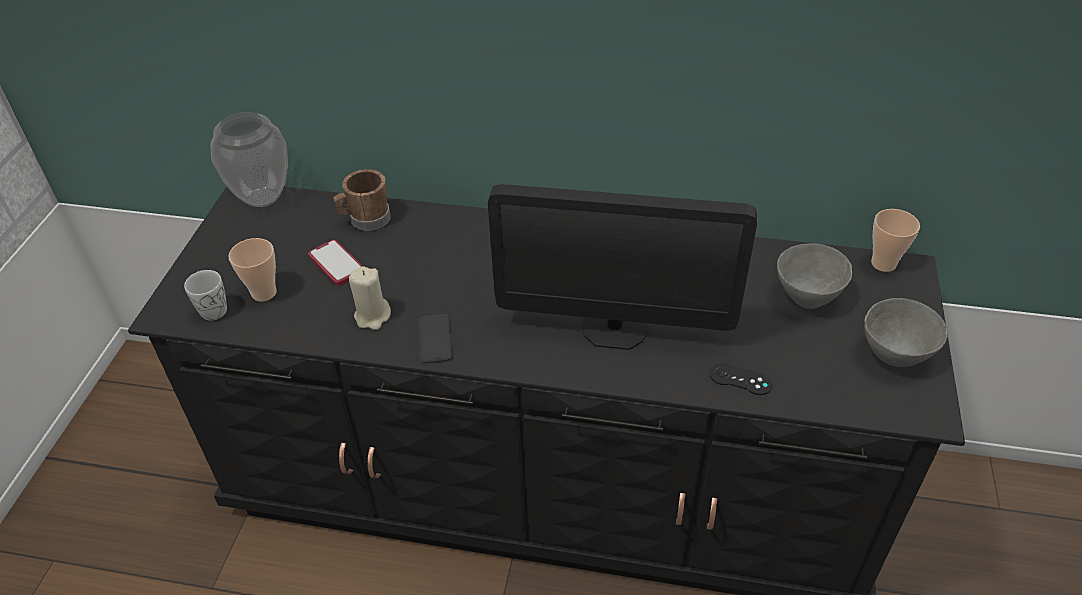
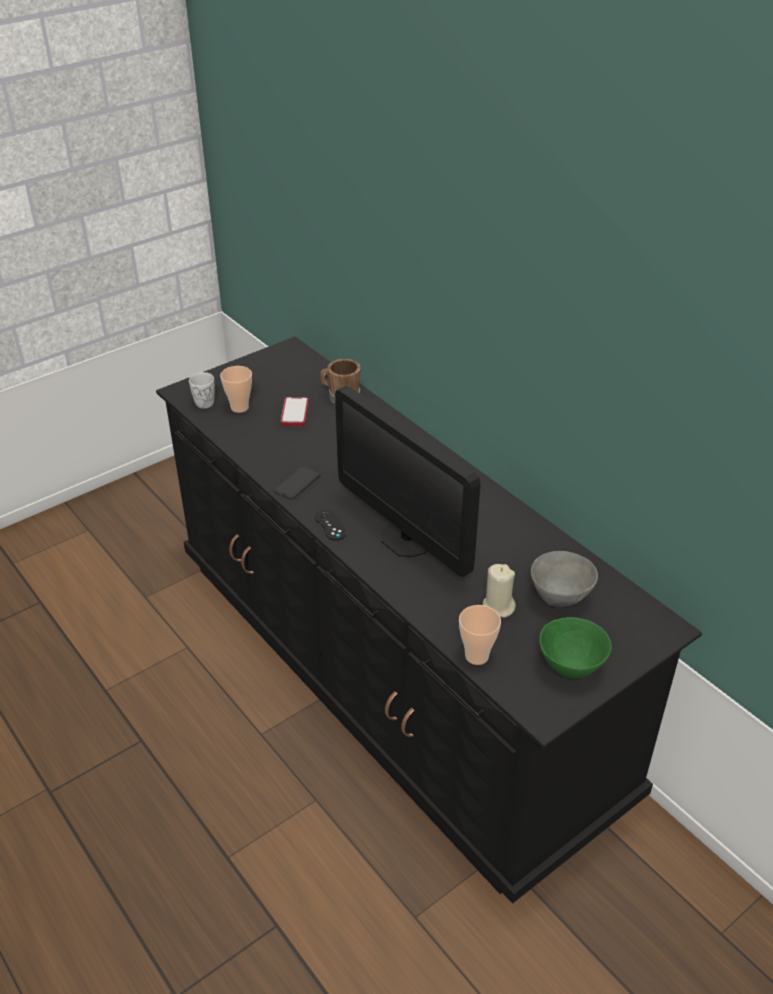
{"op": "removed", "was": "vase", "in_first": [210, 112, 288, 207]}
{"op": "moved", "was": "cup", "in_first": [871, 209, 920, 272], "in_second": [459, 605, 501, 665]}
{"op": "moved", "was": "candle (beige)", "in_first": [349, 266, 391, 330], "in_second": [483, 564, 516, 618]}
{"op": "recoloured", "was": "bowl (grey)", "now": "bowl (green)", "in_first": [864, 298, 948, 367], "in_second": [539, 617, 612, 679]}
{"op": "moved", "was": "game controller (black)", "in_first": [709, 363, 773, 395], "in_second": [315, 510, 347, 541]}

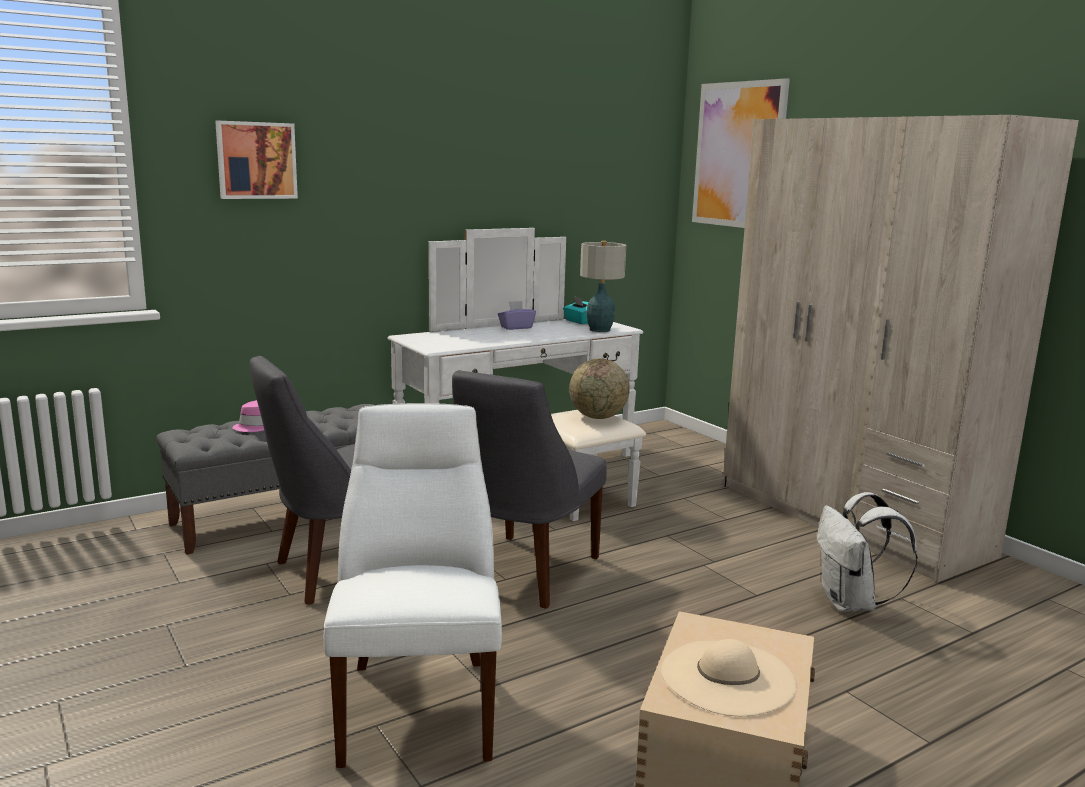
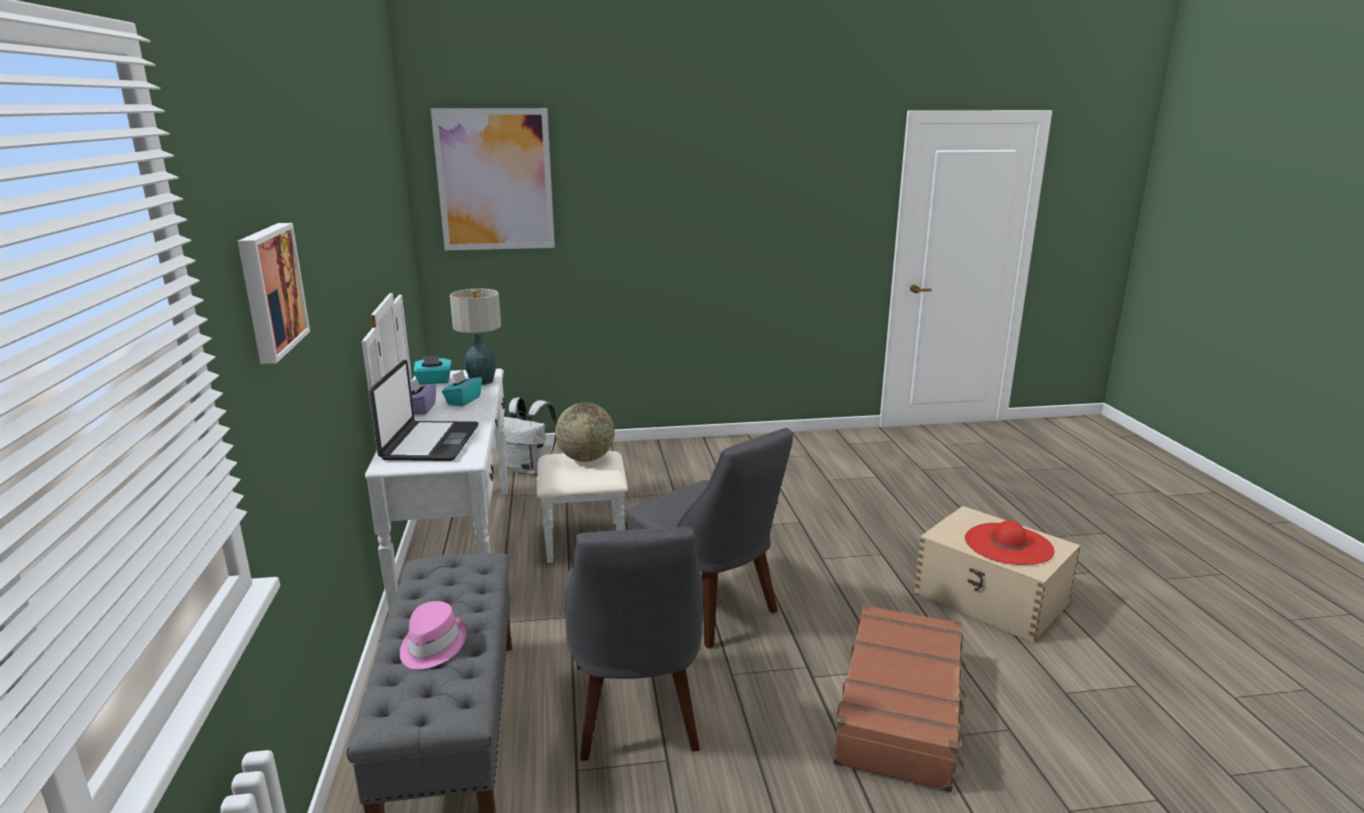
{"op": "removed", "was": "wardrobe (beige)", "in_first": [723, 115, 1079, 582]}
{"op": "replaced", "was": "chair (white)", "now": "suitcase (brown)", "in_first": [324, 403, 502, 768], "in_second": [833, 604, 966, 792]}
{"op": "moved", "was": "backpack (white)", "in_first": [817, 492, 918, 612], "in_second": [494, 398, 557, 474]}
{"op": "recoloured", "was": "hat (beige)", "now": "hat (red)", "in_first": [661, 639, 797, 716], "in_second": [965, 520, 1054, 565]}
{"op": "added", "now": "laptop", "in_second": [369, 360, 479, 461]}
{"op": "added", "now": "tissue box (turquoise)", "in_second": [442, 370, 482, 406]}

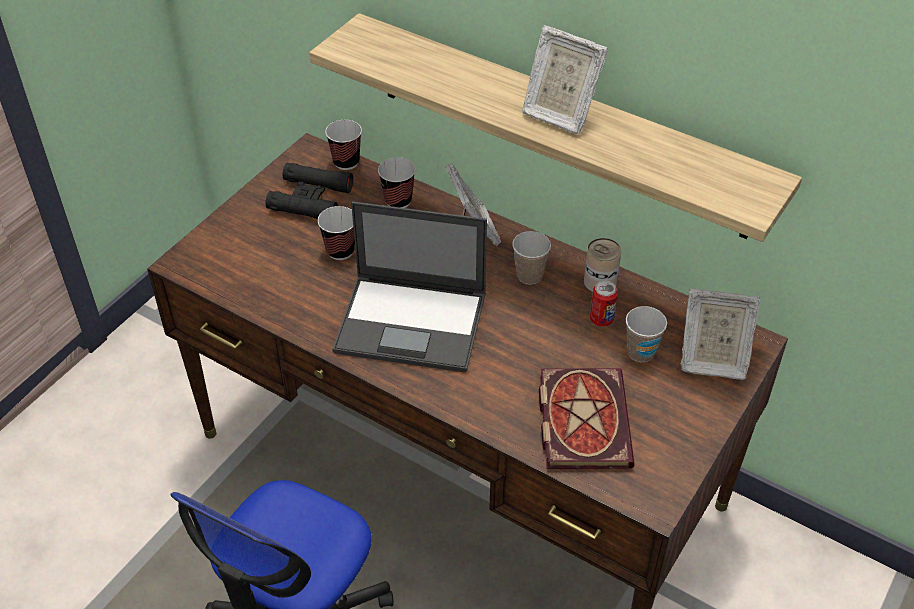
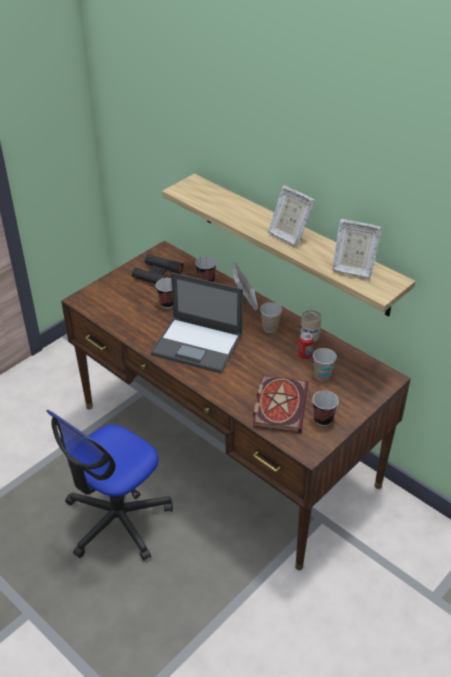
{"op": "moved", "was": "cup", "in_first": [325, 120, 362, 170], "in_second": [313, 391, 339, 426]}
{"op": "moved", "was": "picture frame", "in_first": [681, 288, 760, 380], "in_second": [333, 219, 381, 279]}

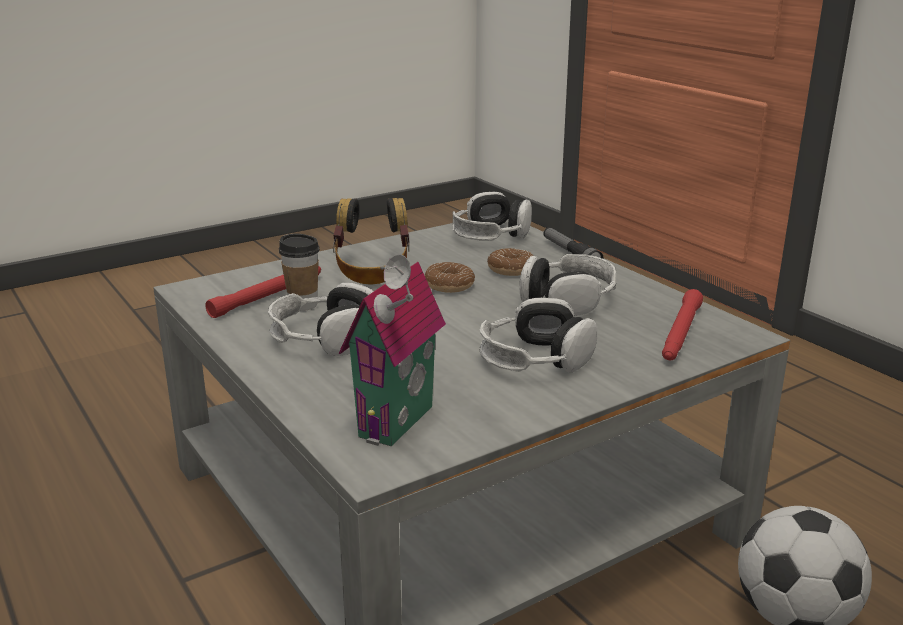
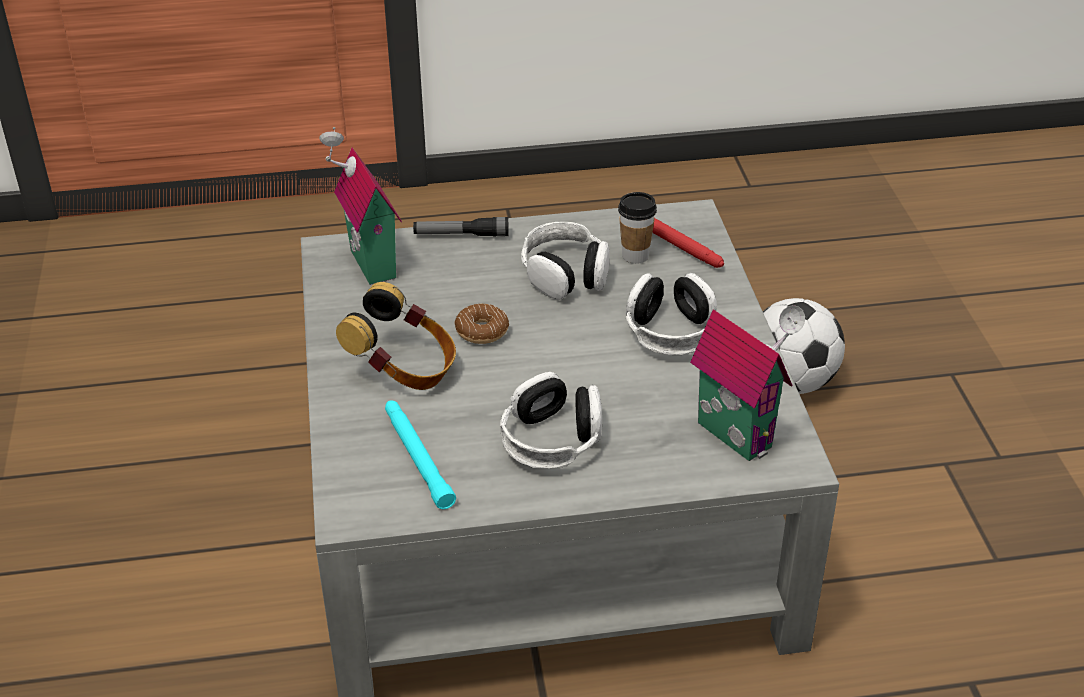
{"op": "replaced", "was": "headphones", "now": "toy house", "in_first": [453, 192, 532, 240], "in_second": [319, 127, 402, 285]}
{"op": "moved", "was": "cup", "in_first": [279, 234, 320, 311], "in_second": [618, 192, 657, 264]}
{"op": "removed", "was": "donut", "in_first": [487, 248, 534, 276]}
{"op": "recoloured", "was": "flashlight (red)", "now": "flashlight (turquoise)", "in_first": [205, 266, 321, 318], "in_second": [385, 400, 456, 509]}

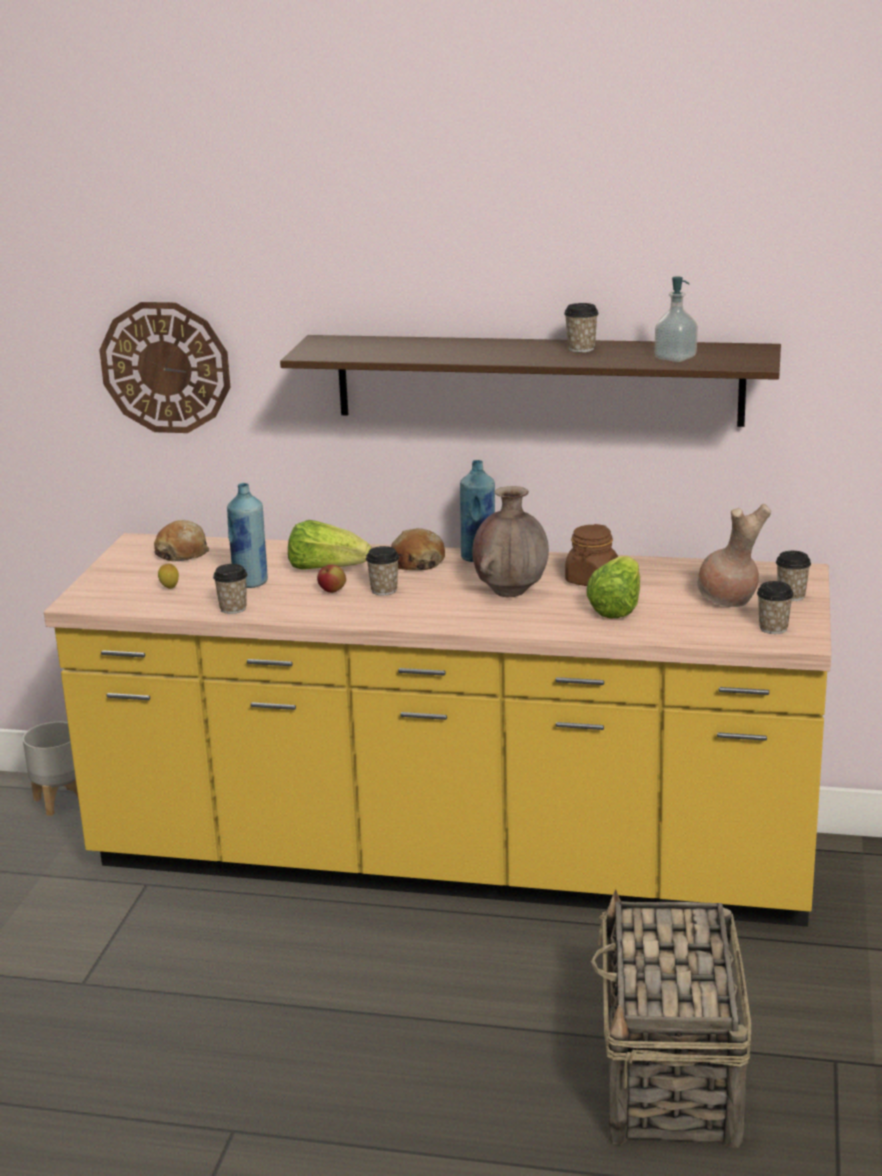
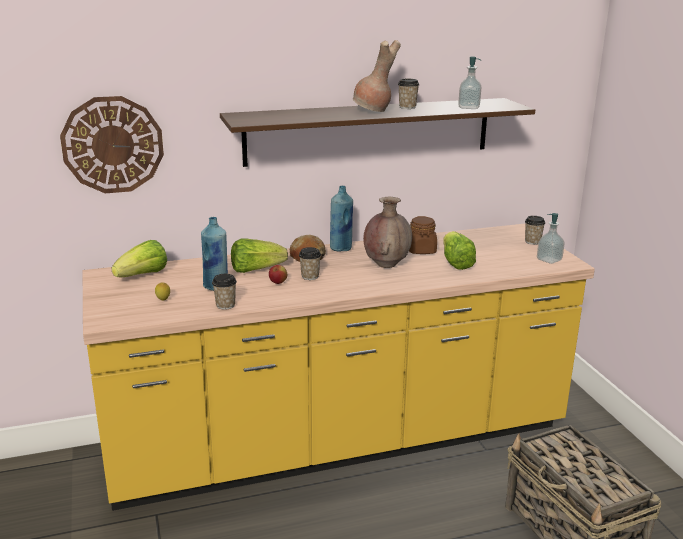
{"op": "moved", "was": "vase (brown)", "in_first": [697, 504, 771, 607], "in_second": [353, 40, 401, 112]}
{"op": "replaced", "was": "bread", "now": "lettuce", "in_first": [154, 520, 210, 561], "in_second": [111, 240, 167, 277]}
{"op": "replaced", "was": "cup", "now": "soap dispenser", "in_first": [757, 581, 794, 634], "in_second": [537, 213, 565, 264]}
{"op": "removed", "was": "planter (grey)", "in_first": [23, 722, 78, 816]}

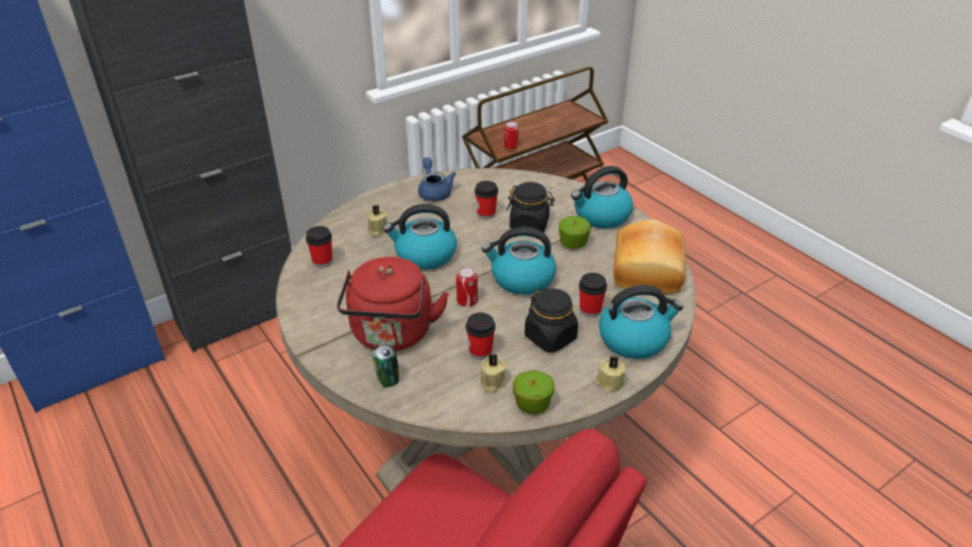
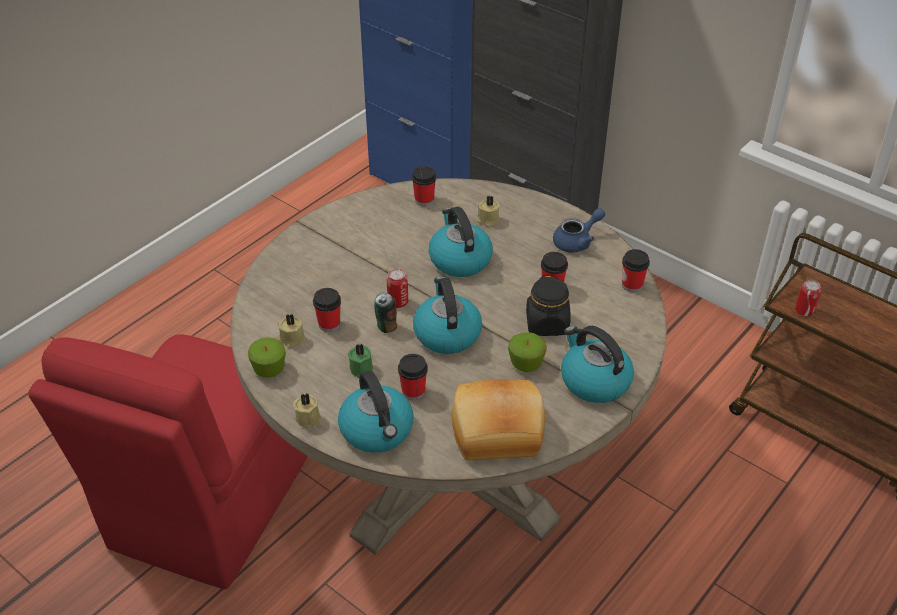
{"op": "removed", "was": "kettle (red)", "in_first": [337, 257, 449, 351]}
{"op": "replaced", "was": "jar (black)", "now": "candle (green)", "in_first": [525, 287, 578, 353], "in_second": [348, 344, 373, 378]}
{"op": "moved", "was": "can", "in_first": [372, 345, 399, 388], "in_second": [374, 293, 397, 333]}
{"op": "added", "now": "cup", "in_second": [622, 249, 650, 292]}

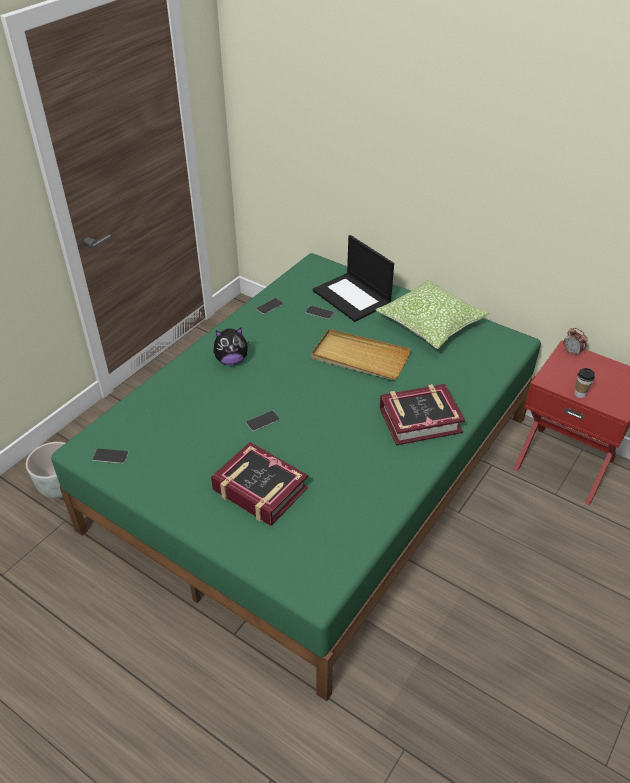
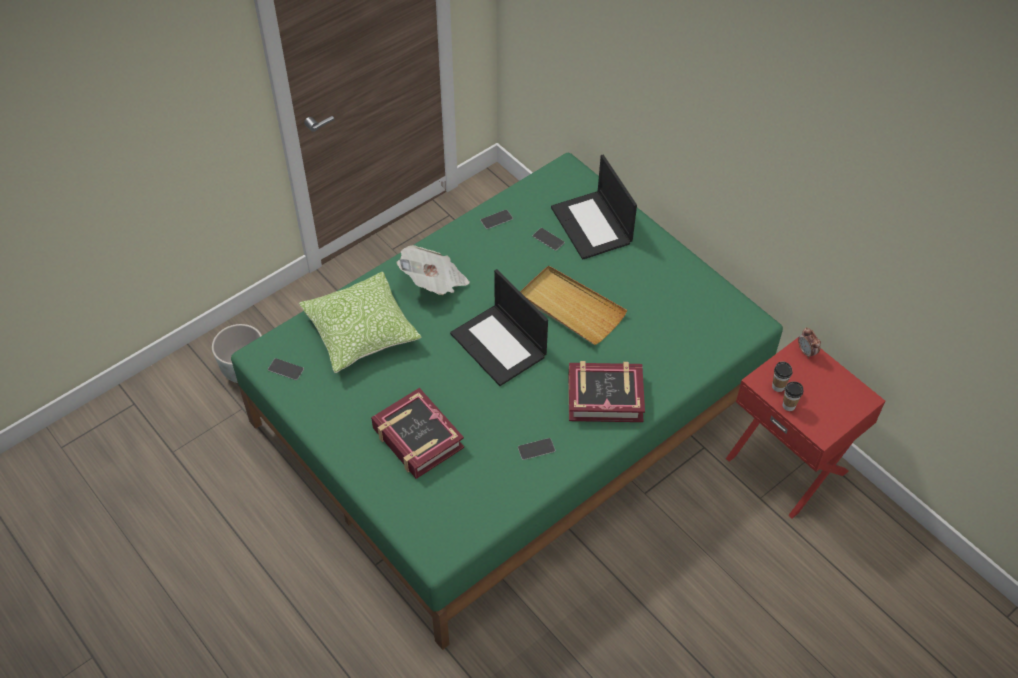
{"op": "moved", "was": "pillow", "in_first": [376, 279, 489, 349], "in_second": [299, 272, 421, 373]}
{"op": "replaced", "was": "plush toy", "now": "newspaper", "in_first": [214, 327, 249, 365], "in_second": [396, 245, 470, 295]}
{"op": "moved", "was": "phone", "in_first": [246, 410, 280, 431], "in_second": [518, 438, 556, 460]}
{"op": "added", "now": "laptop", "in_second": [450, 269, 548, 386]}
{"op": "added", "now": "cup", "in_second": [772, 362, 792, 392]}

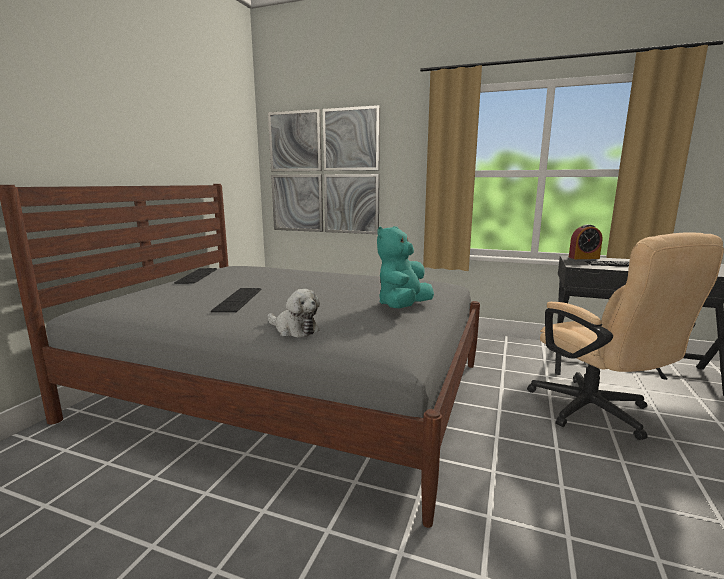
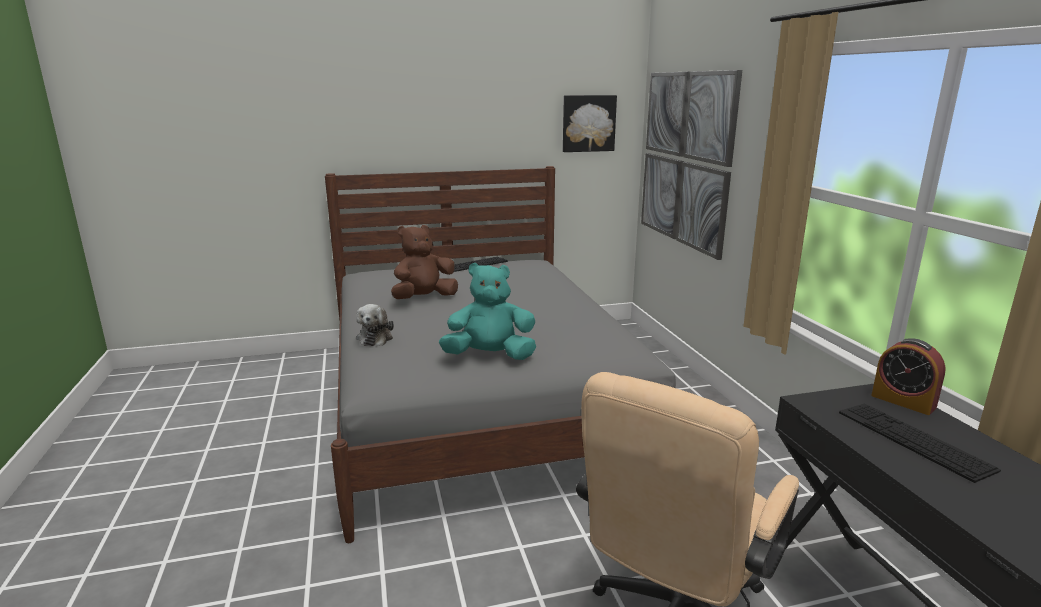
{"op": "replaced", "was": "keyboard", "now": "plush toy (brown)", "in_first": [211, 288, 261, 312], "in_second": [391, 225, 458, 299]}
{"op": "added", "now": "picture", "in_second": [563, 95, 617, 152]}

